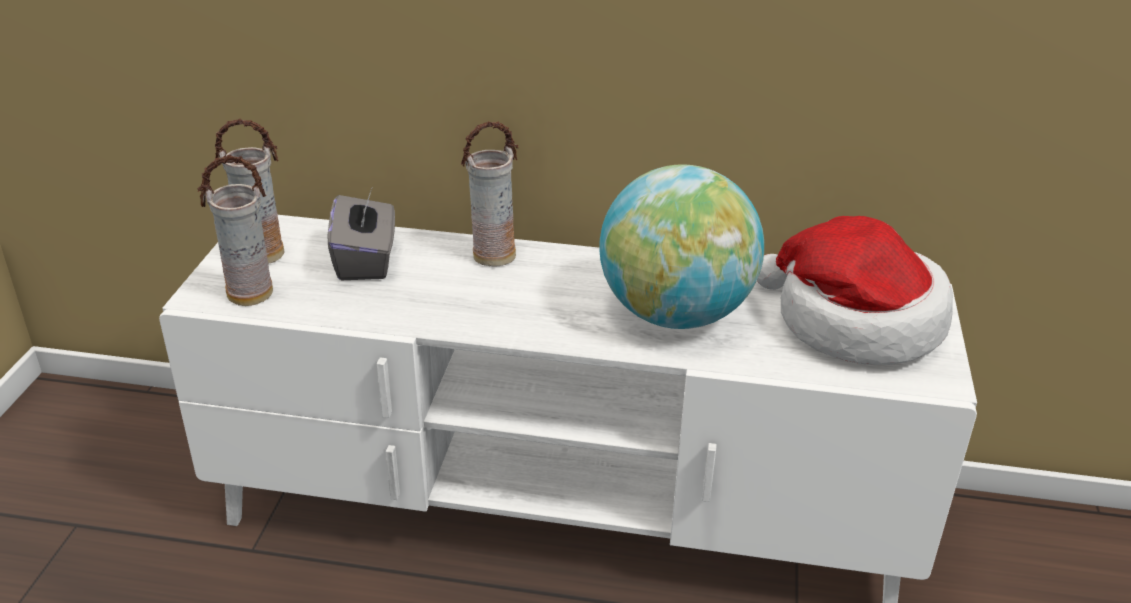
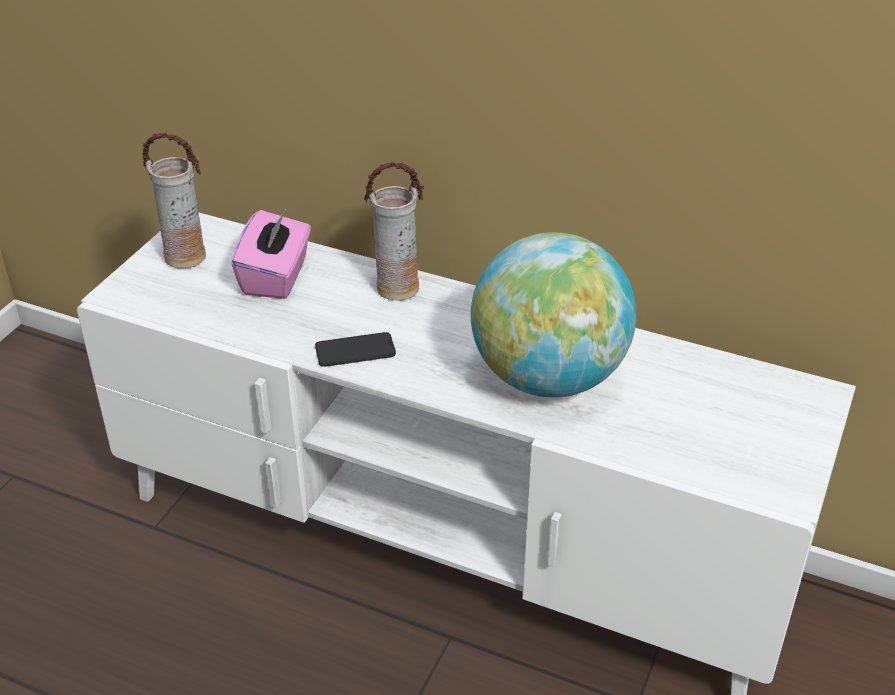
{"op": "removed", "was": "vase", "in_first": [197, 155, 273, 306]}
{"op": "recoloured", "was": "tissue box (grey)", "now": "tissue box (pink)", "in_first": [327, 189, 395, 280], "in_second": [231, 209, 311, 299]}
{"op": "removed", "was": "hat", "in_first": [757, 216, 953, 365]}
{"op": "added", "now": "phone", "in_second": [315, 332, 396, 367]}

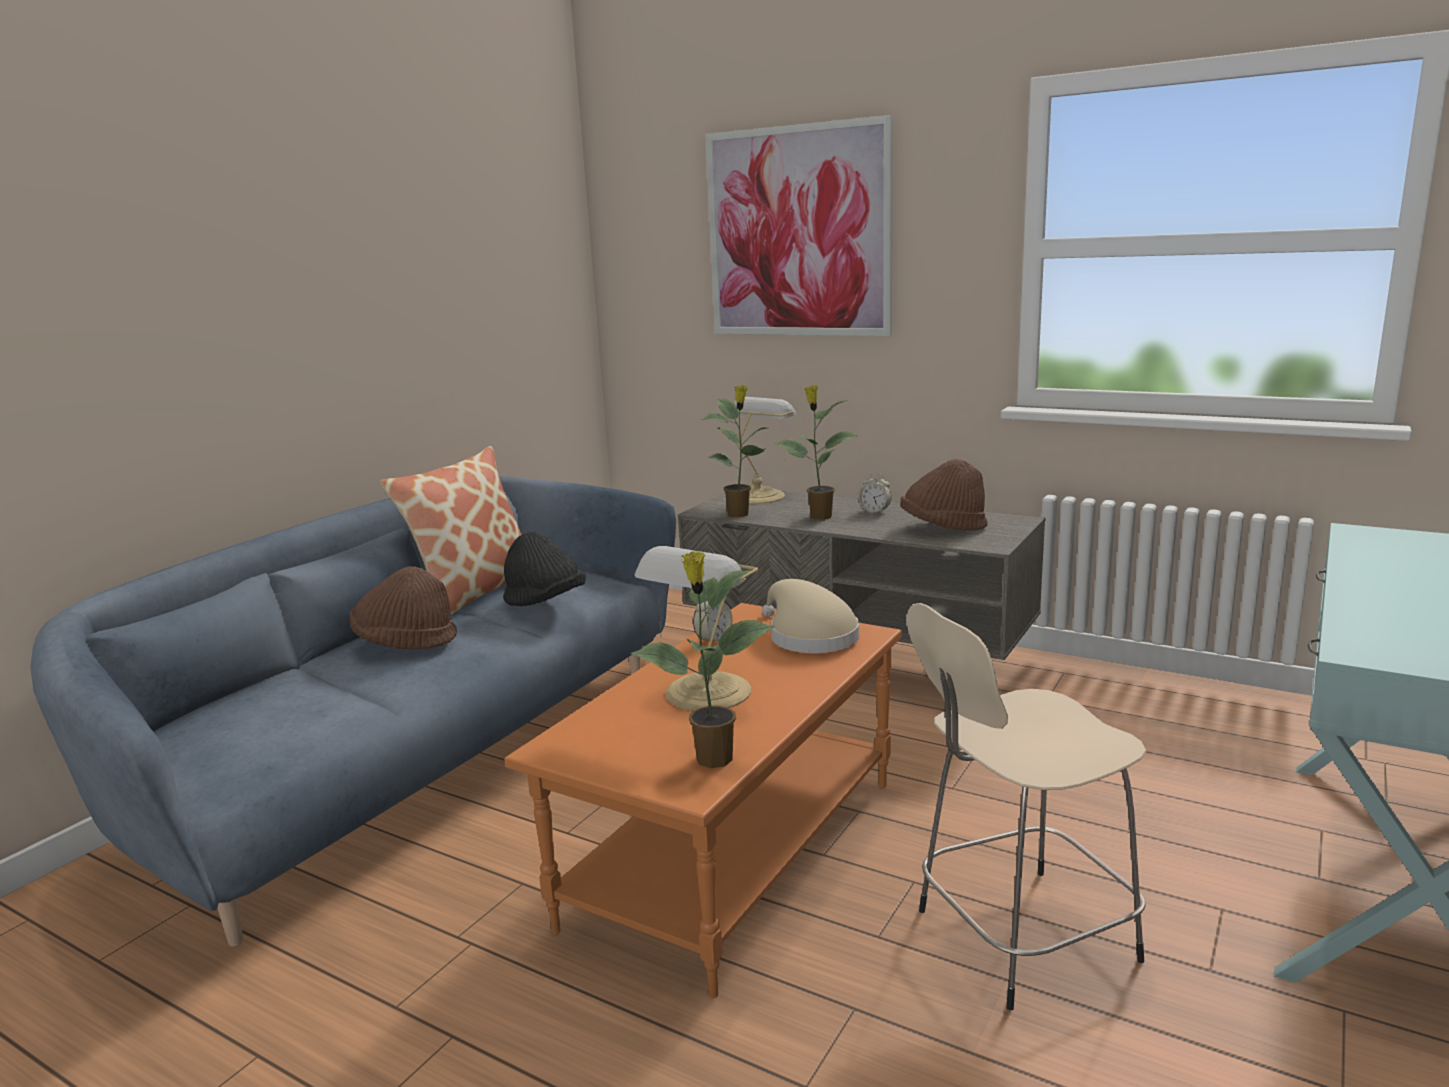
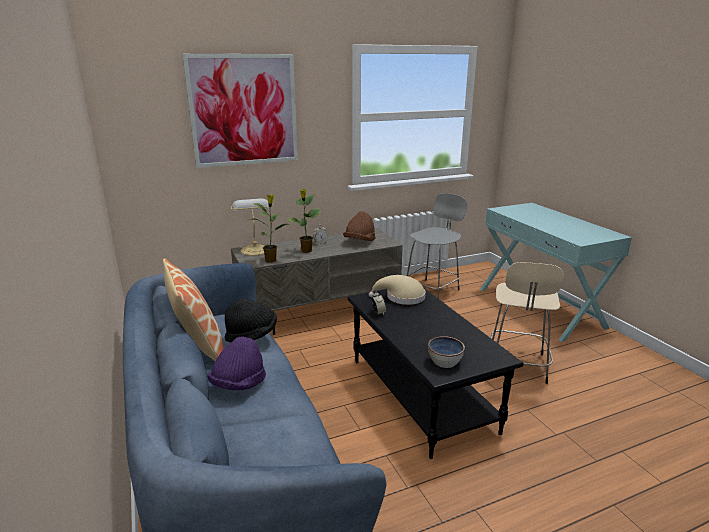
{"op": "removed", "was": "table lamp", "in_first": [635, 546, 758, 711]}
{"op": "removed", "was": "potted plant", "in_first": [631, 551, 775, 768]}
{"op": "recoloured", "was": "hat (brown)", "now": "hat (purple)", "in_first": [349, 566, 457, 650], "in_second": [207, 337, 266, 390]}
{"op": "recoloured", "was": "coffee table (orange)", "now": "coffee table (black)", "in_first": [504, 603, 902, 998], "in_second": [348, 288, 523, 459]}
{"op": "added", "now": "stool (grey)", "in_second": [407, 193, 468, 299]}
{"op": "added", "now": "bowl", "in_second": [428, 336, 465, 368]}

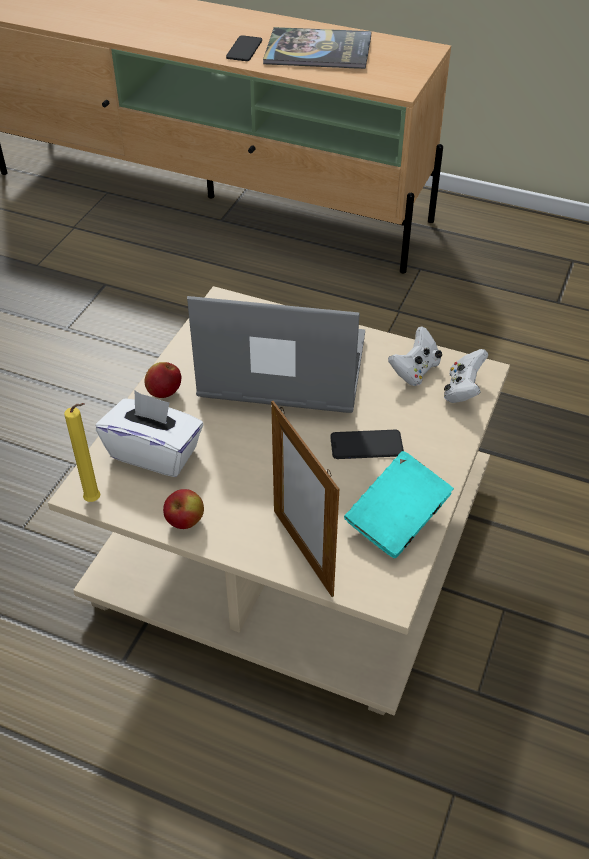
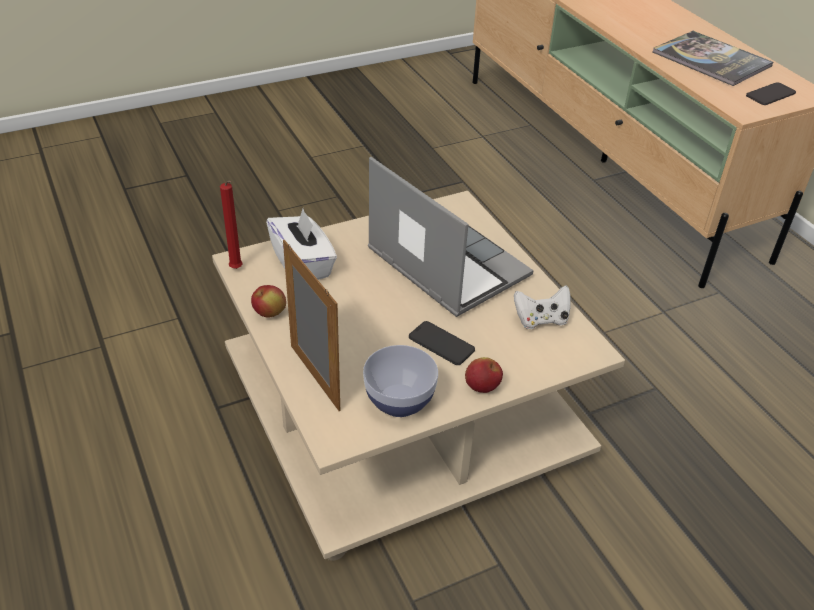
{"op": "moved", "was": "phone", "in_first": [226, 35, 262, 61], "in_second": [746, 82, 796, 105]}
{"op": "removed", "was": "game controller (white)", "in_first": [444, 349, 488, 403]}
{"op": "moved", "was": "apple", "in_first": [144, 362, 181, 398], "in_second": [465, 357, 503, 393]}
{"op": "turned", "was": "picture frame", "in_first": [271, 401, 339, 597], "in_second": [283, 240, 340, 411], "clockwise": 135}
{"op": "recoloured", "was": "candle (yellow)", "now": "candle (red)", "in_first": [64, 403, 101, 502], "in_second": [220, 181, 243, 269]}
{"op": "replaced", "was": "book (turquoise)", "now": "bowl", "in_first": [344, 451, 454, 558], "in_second": [363, 345, 438, 417]}

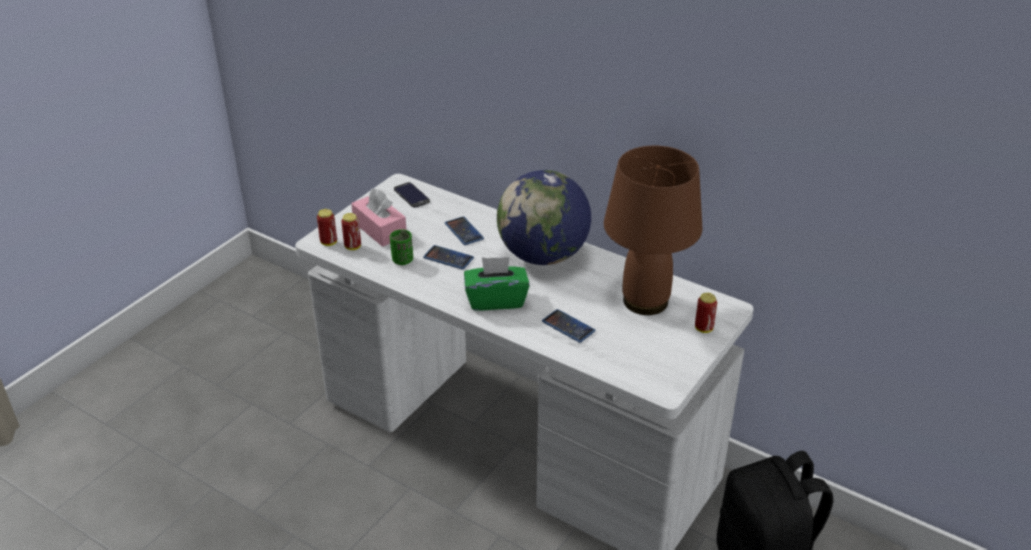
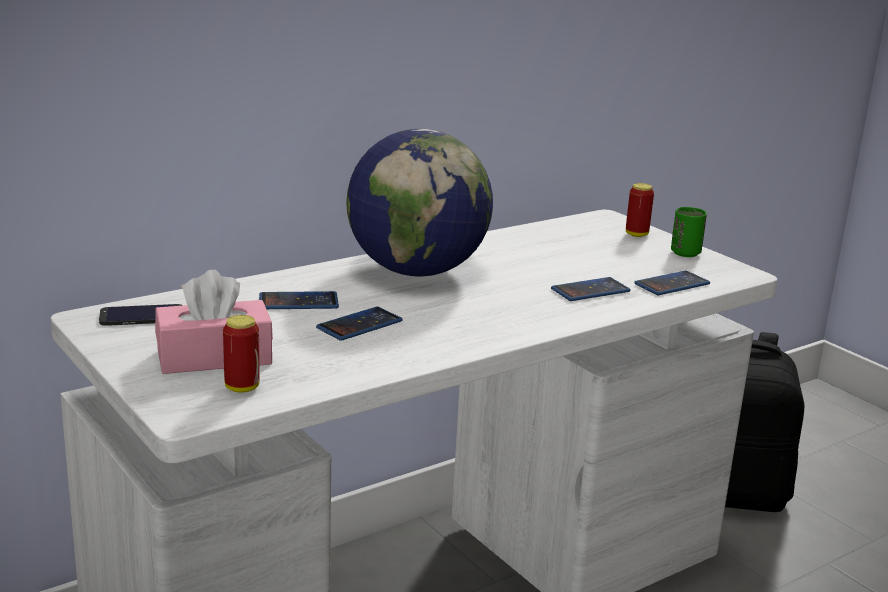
{"op": "removed", "was": "table lamp (brown)", "in_first": [604, 146, 702, 315]}
{"op": "removed", "was": "can", "in_first": [317, 209, 337, 246]}
{"op": "moved", "was": "cup (green)", "in_first": [390, 229, 413, 265], "in_second": [671, 207, 707, 257]}
{"op": "removed", "was": "tissue box (green)", "in_first": [464, 257, 530, 311]}
{"op": "added", "now": "phone", "in_second": [634, 271, 710, 295]}

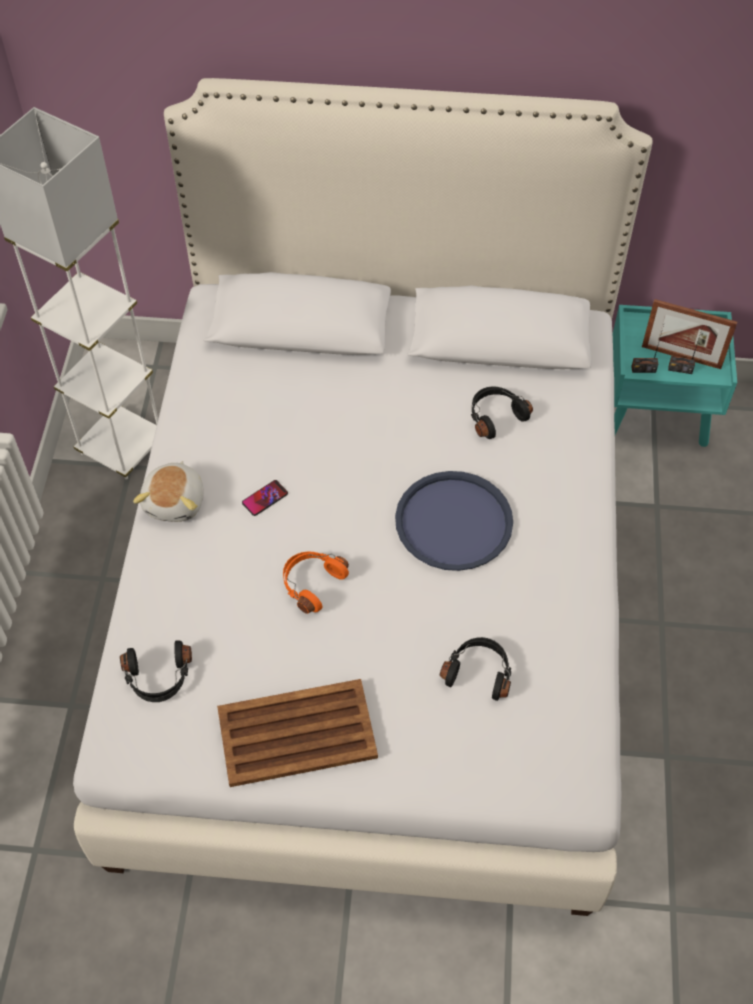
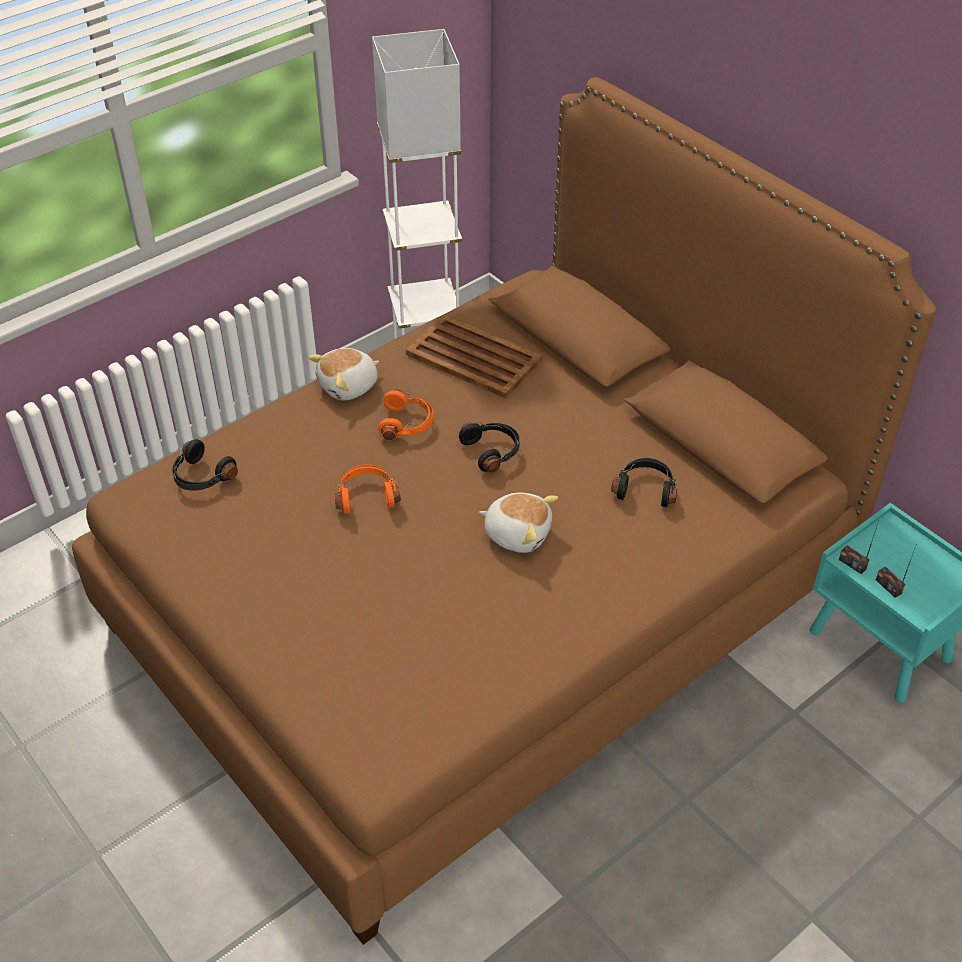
{"op": "recoloured", "was": "bed (white)", "now": "bed (brown)", "in_first": [73, 78, 653, 916], "in_second": [72, 77, 936, 945]}
{"op": "removed", "was": "picture frame", "in_first": [642, 299, 737, 369]}
{"op": "replaced", "was": "tray (blue)", "now": "plush toy", "in_first": [395, 471, 513, 571], "in_second": [479, 493, 558, 553]}
{"op": "replaced", "was": "phone", "now": "headphones (orange)", "in_first": [242, 480, 288, 516], "in_second": [378, 389, 433, 440]}
{"op": "moved", "was": "headphones (black)", "in_first": [440, 637, 511, 701], "in_second": [459, 422, 520, 472]}
{"op": "moved", "was": "tray (brown)", "in_first": [217, 679, 378, 787], "in_second": [406, 314, 542, 398]}

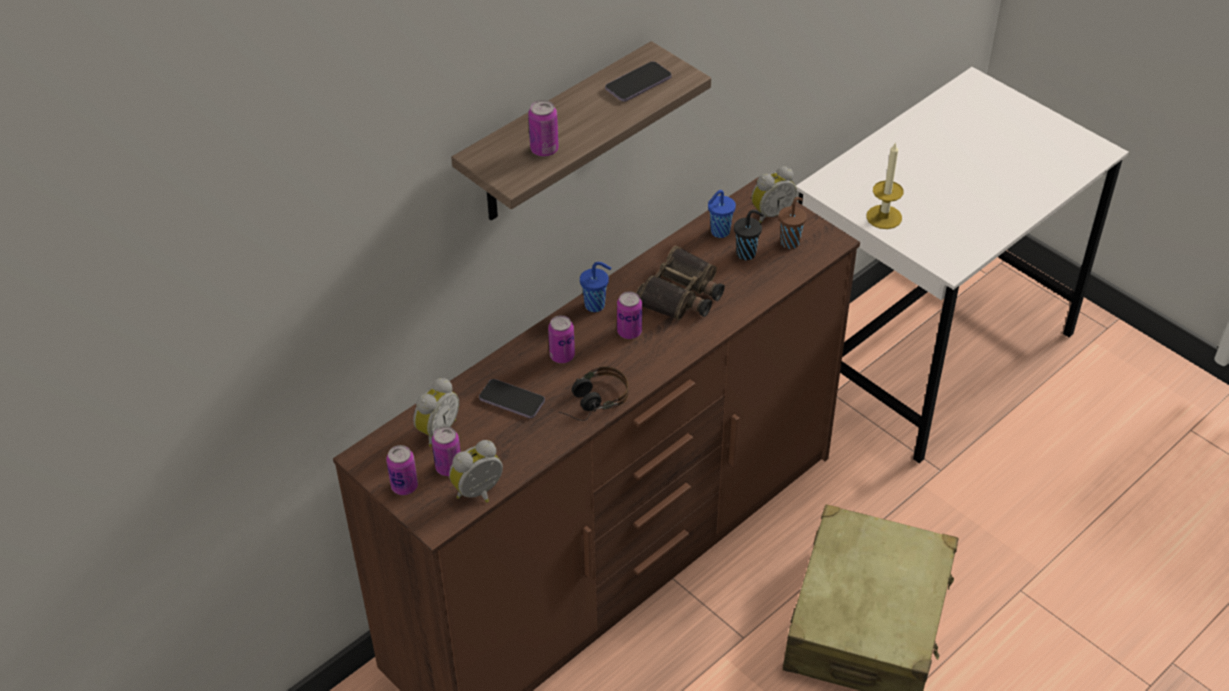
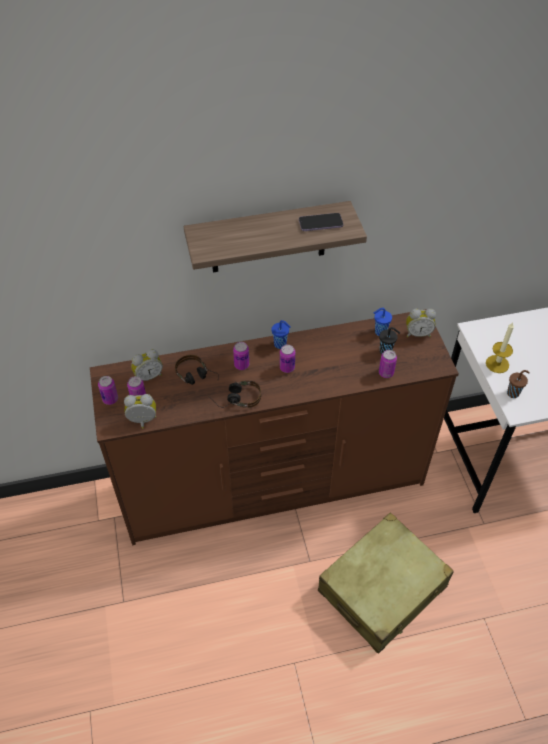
{"op": "moved", "was": "can", "in_first": [528, 100, 559, 157], "in_second": [379, 350, 397, 378]}
{"op": "moved", "was": "cup (brown)", "in_first": [779, 197, 807, 249], "in_second": [507, 370, 530, 398]}
{"op": "removed", "was": "binoculars", "in_first": [636, 246, 725, 320]}
{"op": "replaced", "was": "phone", "now": "headphones", "in_first": [479, 379, 545, 418], "in_second": [175, 355, 219, 385]}

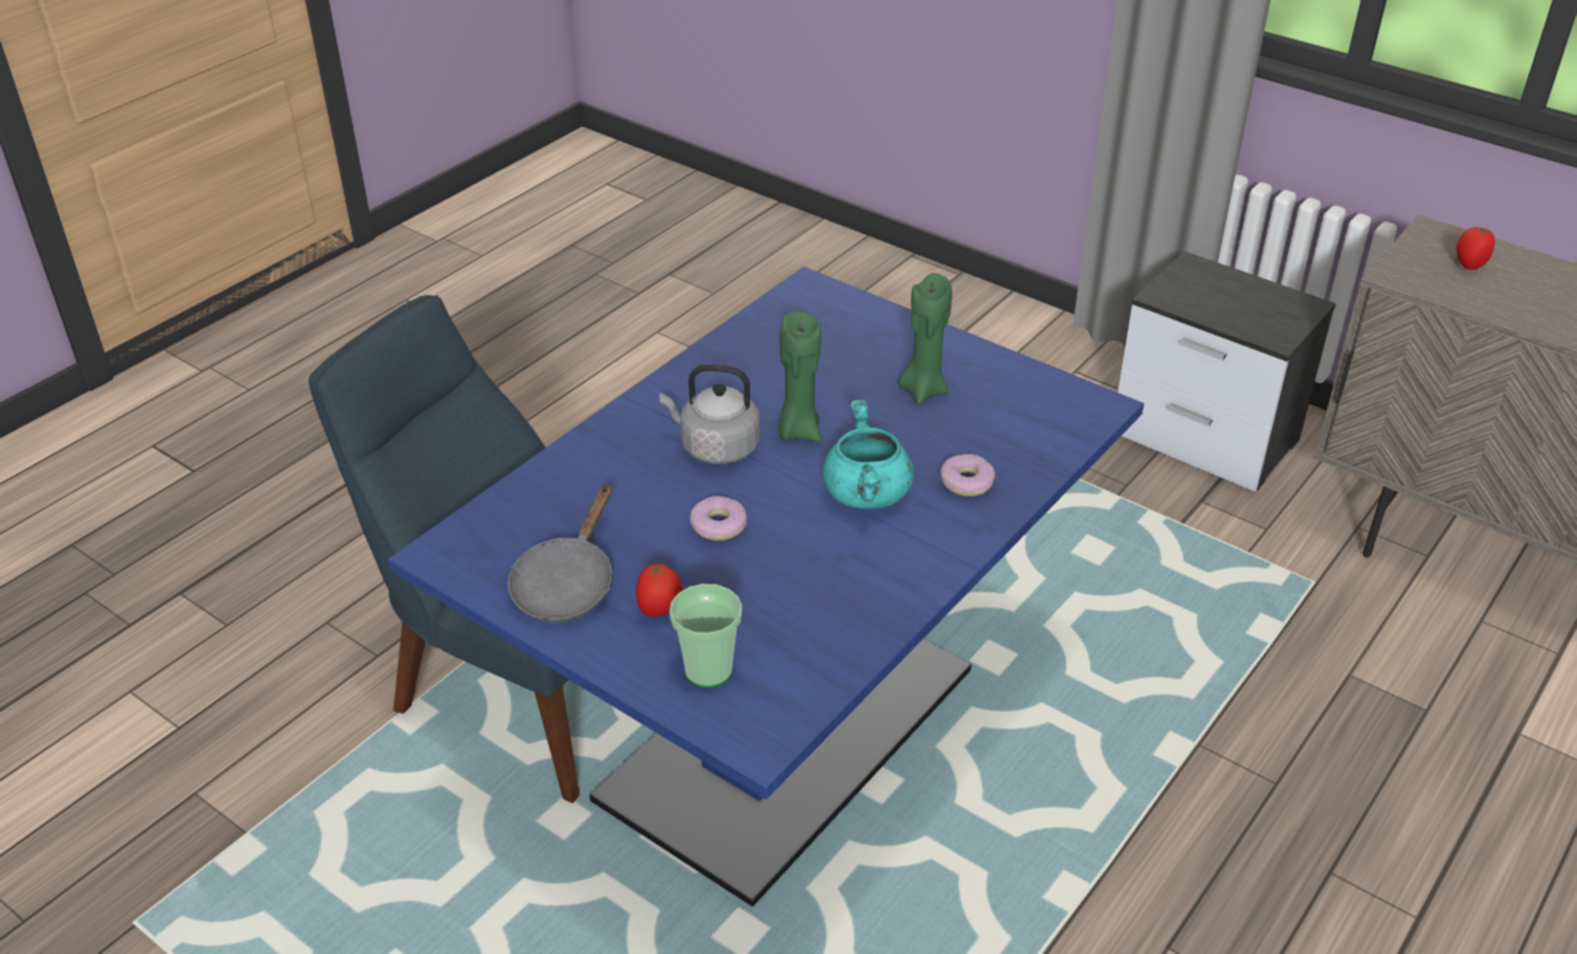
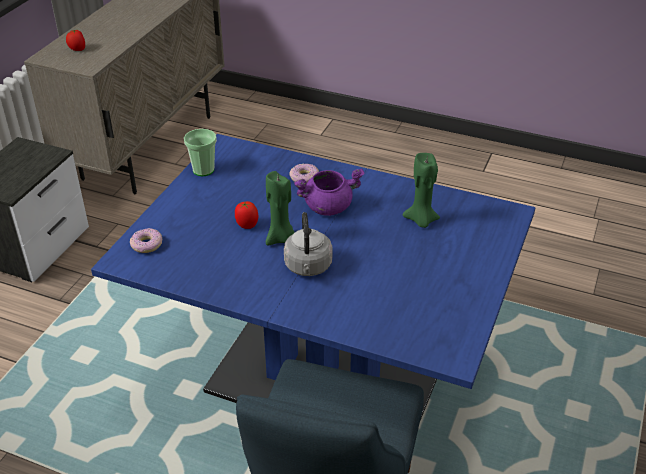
{"op": "moved", "was": "candle (green)", "in_first": [898, 273, 952, 404], "in_second": [403, 153, 440, 228]}
{"op": "recoloured", "was": "cooking pot (turquoise)", "now": "cooking pot (purple)", "in_first": [823, 400, 914, 509], "in_second": [294, 168, 365, 216]}
{"op": "removed", "was": "frying pan (grey)", "in_first": [508, 484, 612, 622]}
{"op": "moved", "was": "donut", "in_first": [690, 496, 747, 541], "in_second": [130, 228, 162, 253]}
{"op": "moved", "was": "tomato", "in_first": [636, 564, 683, 617], "in_second": [235, 201, 258, 229]}
{"op": "moved", "was": "cup", "in_first": [669, 584, 742, 688], "in_second": [184, 129, 217, 176]}

